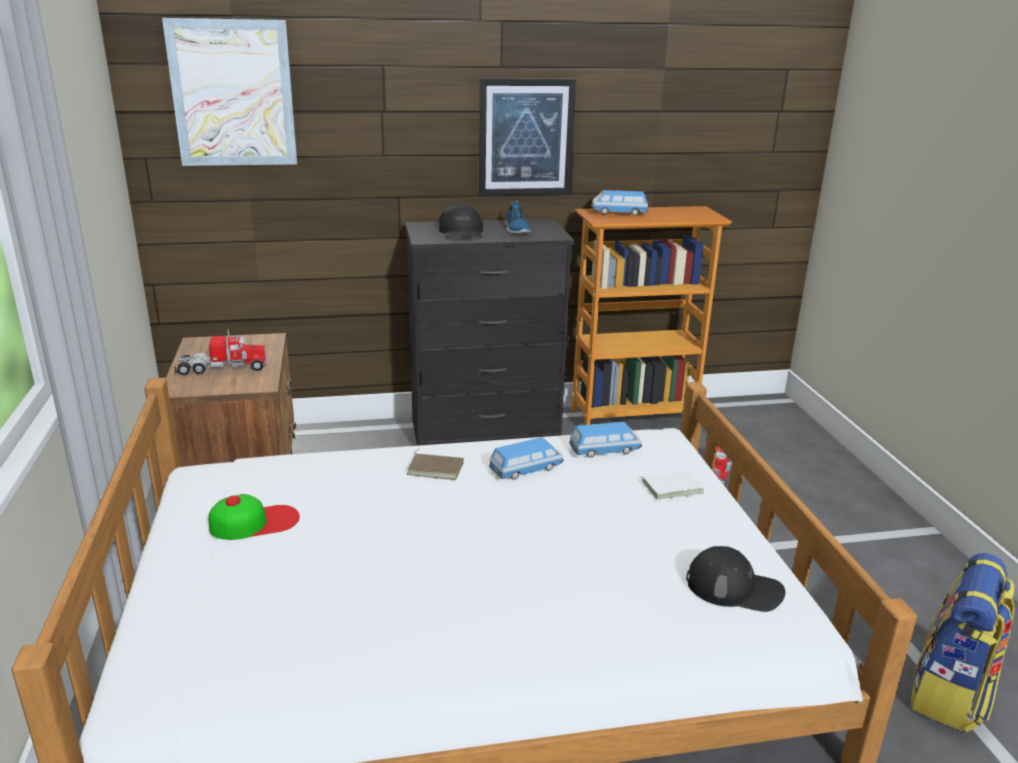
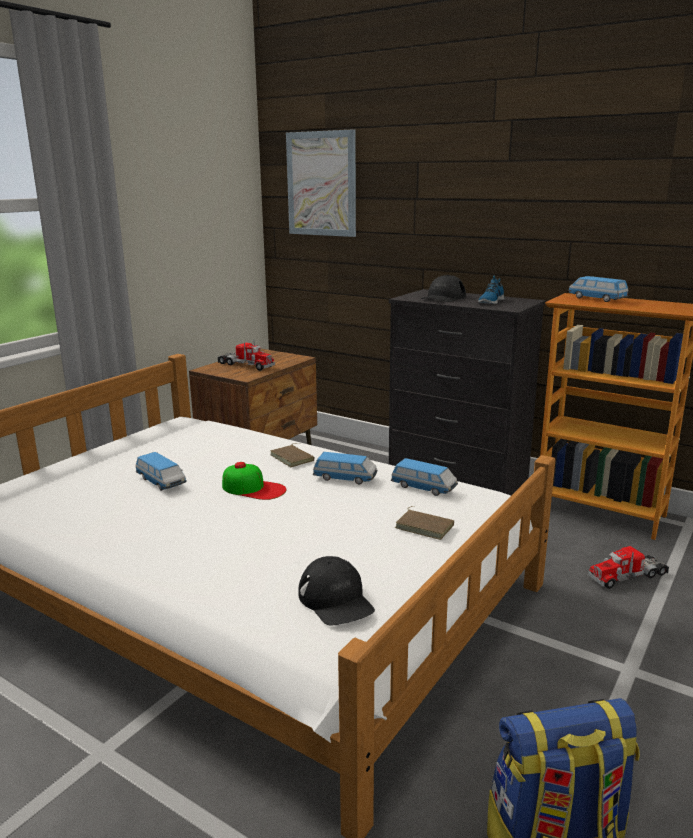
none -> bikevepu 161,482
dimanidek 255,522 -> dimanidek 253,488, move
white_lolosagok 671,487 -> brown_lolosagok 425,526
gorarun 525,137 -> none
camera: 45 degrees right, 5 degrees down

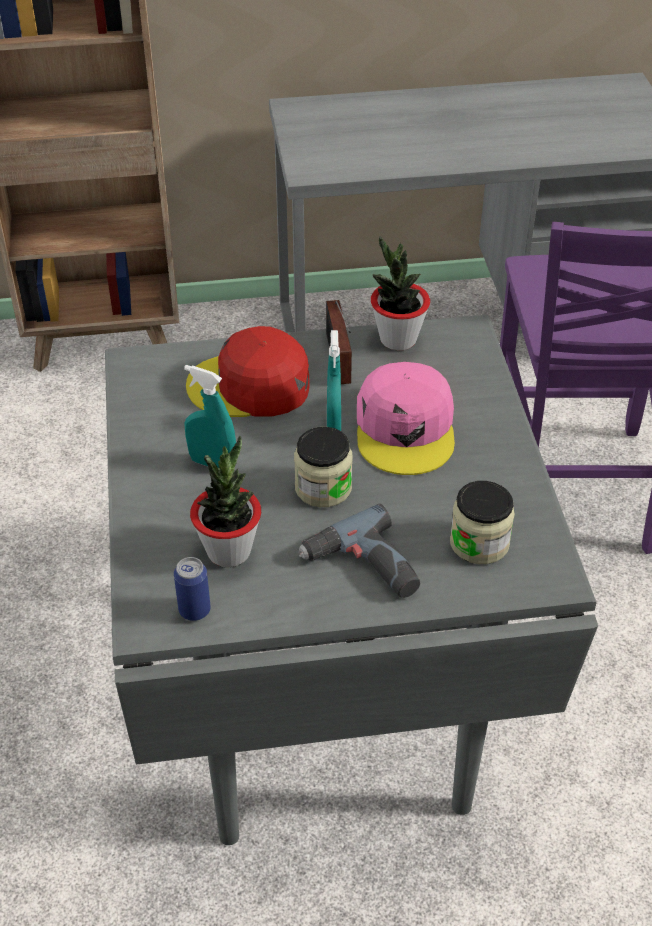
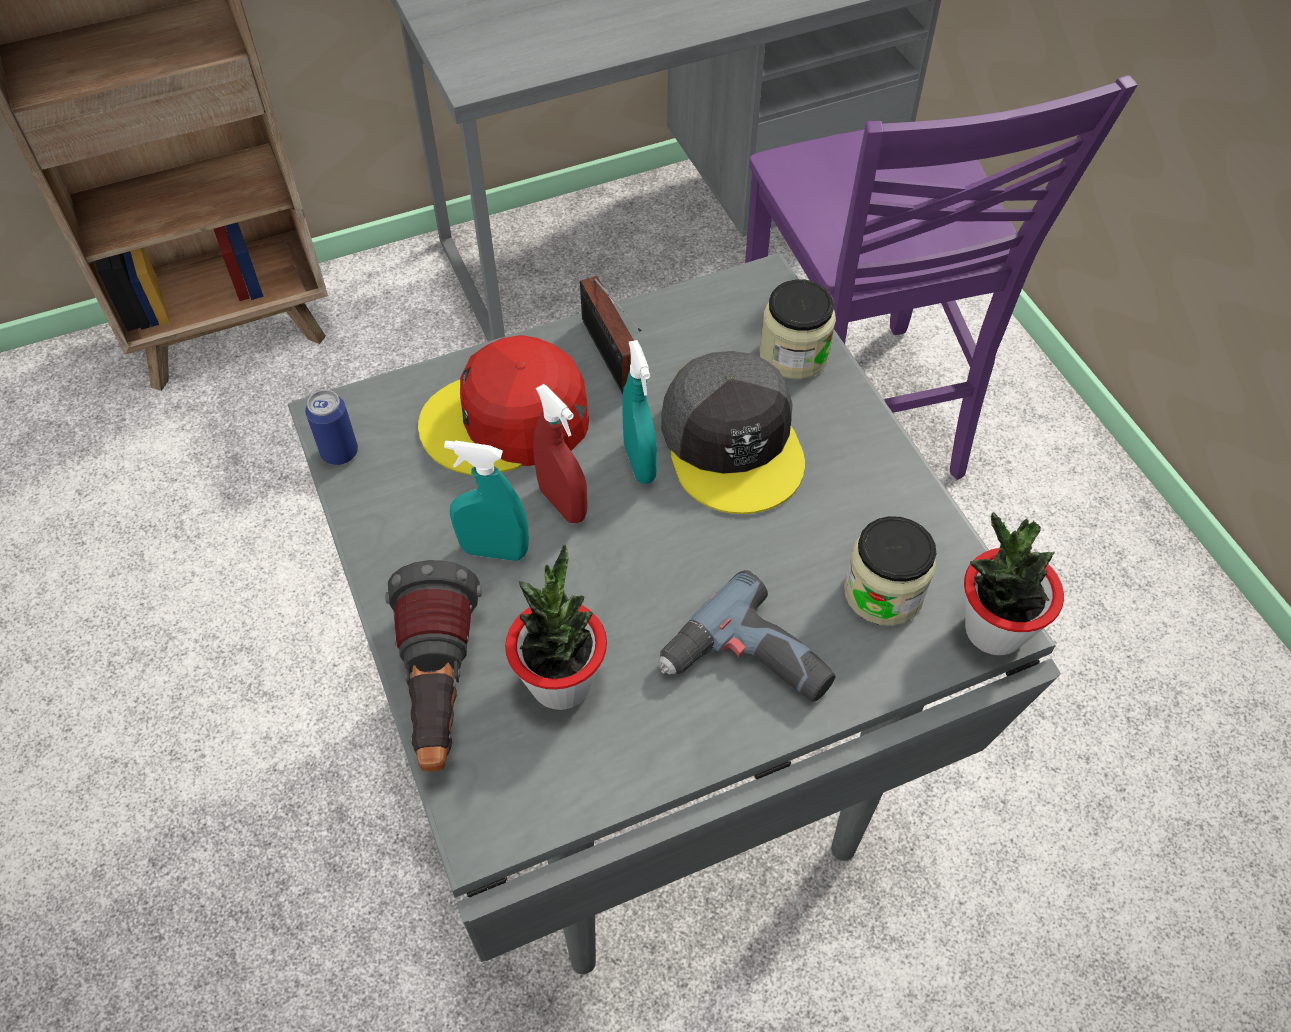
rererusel 194,610 -> rererusel 339,452, move
none -> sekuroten 439,690
none -> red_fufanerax 563,503
pink_dimanidek 405,428 -> grey_dimanidek 733,442
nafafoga 323,488 -> nafafoga 794,354, move
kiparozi 397,339 -> kiparozi 993,630, move
camera: 15 degrees left, 10 degrees up

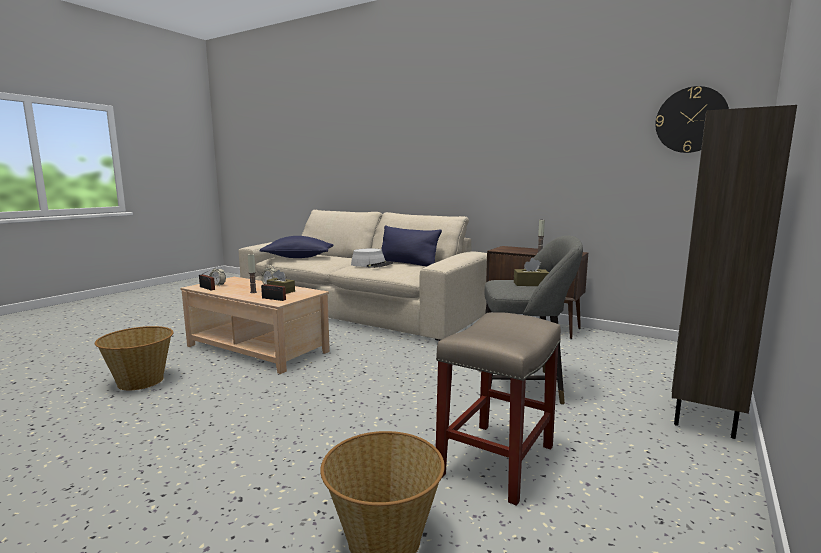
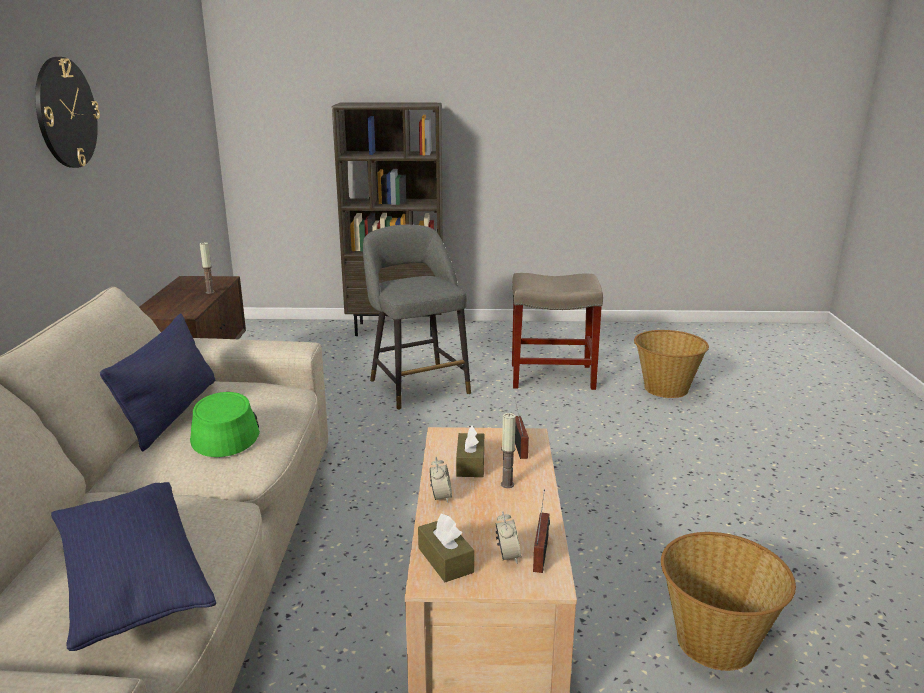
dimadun 691,120 -> dimadun 66,113, move
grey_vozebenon 372,264 -> green_vozebenon 225,432
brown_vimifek 530,284 -> brown_vimifek 445,560, move
camera: 120 degrees left, 10 degrees up

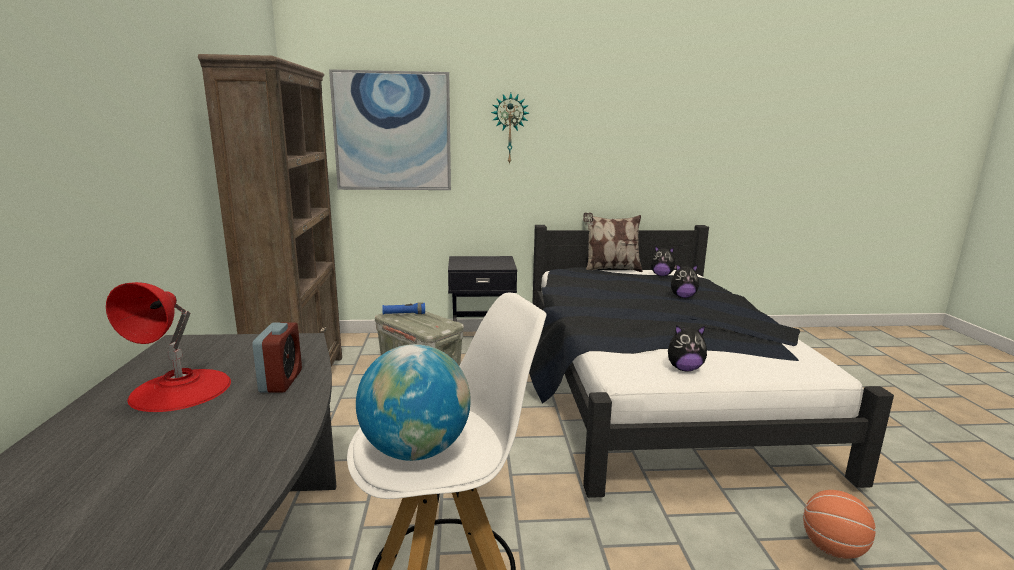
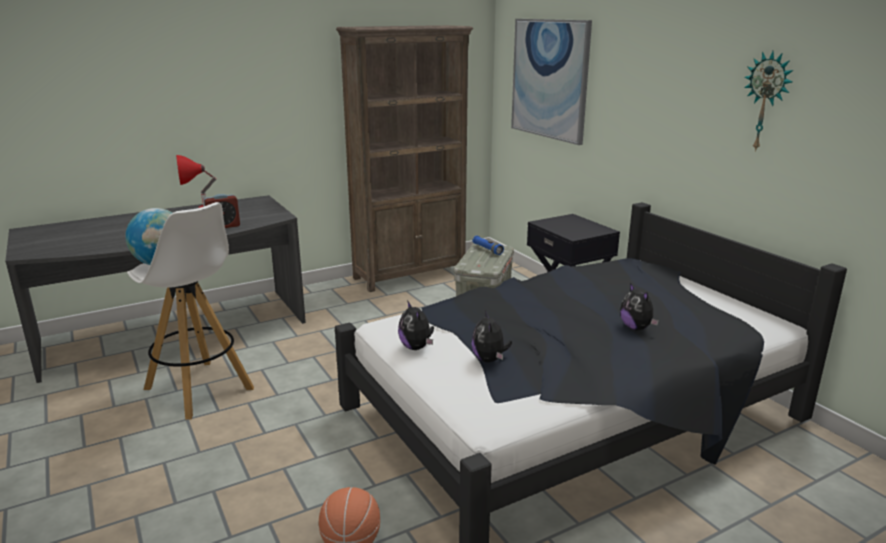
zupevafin 661,275 -> zupevafin 489,360, move
dimadun 509,129 -> dimadun 766,101, move
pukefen 611,269 -> none
camera: 65 degrees right, 5 degrees up

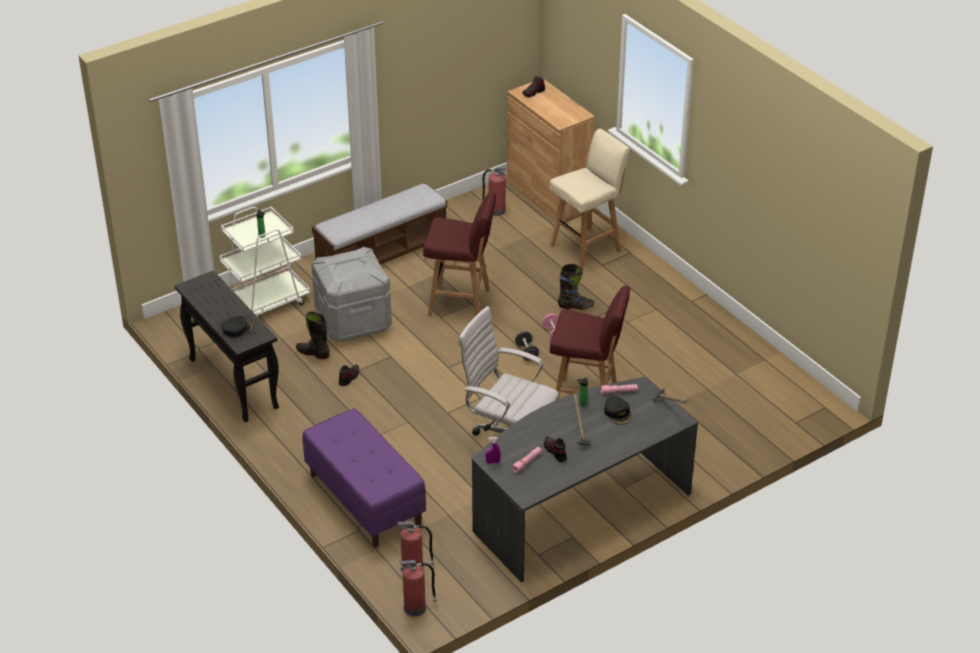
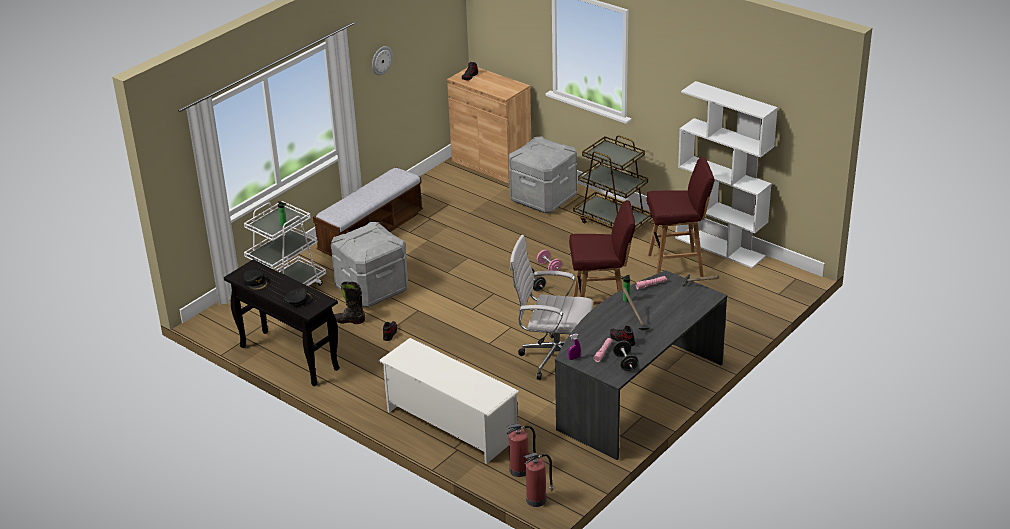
black_dimanidek 618,413 -> black_dimanidek 255,282, move
none -> dimadun 381,60
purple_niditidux 364,499 -> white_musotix 450,425
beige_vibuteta 587,248 -> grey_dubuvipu 544,198
none -> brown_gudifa 612,221
none -> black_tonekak 625,363
red_vibuteta 461,303 -> red_vibuteta 677,265, move
none -> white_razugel 720,247
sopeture 496,210 -> none
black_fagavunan 576,306 -> none
camera: 15 degrees left, 5 degrees down

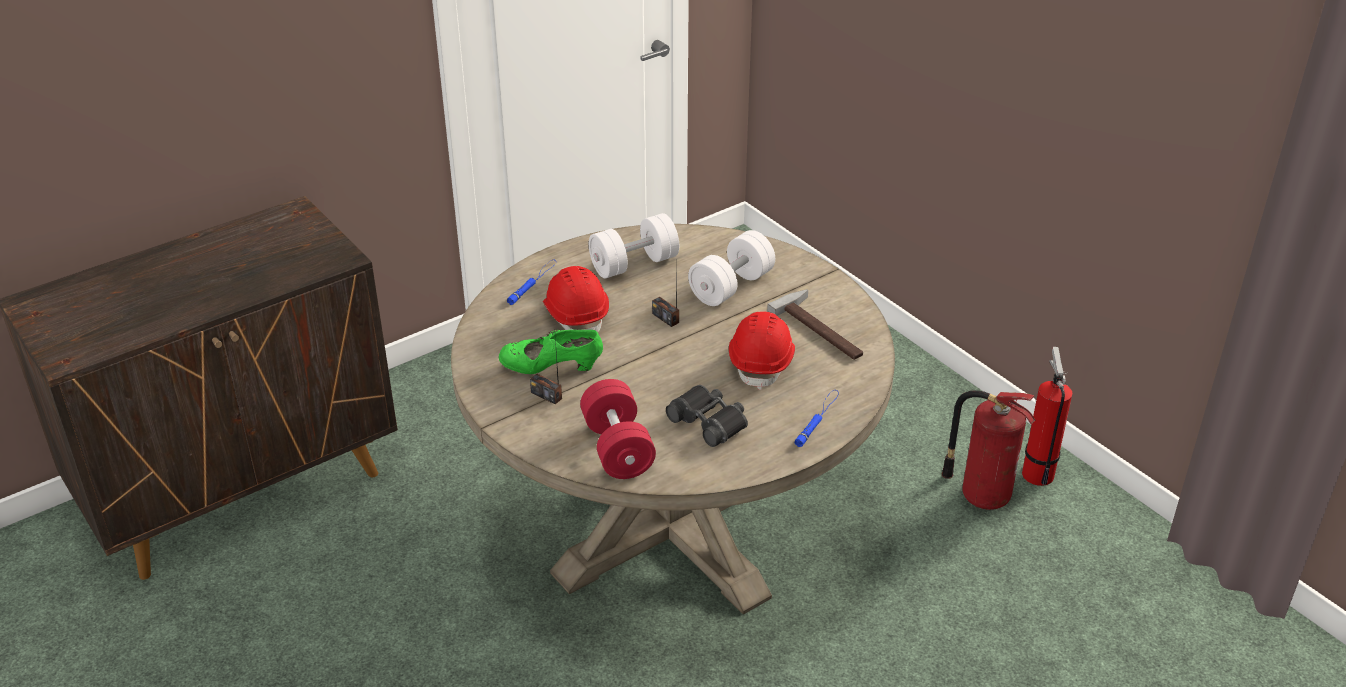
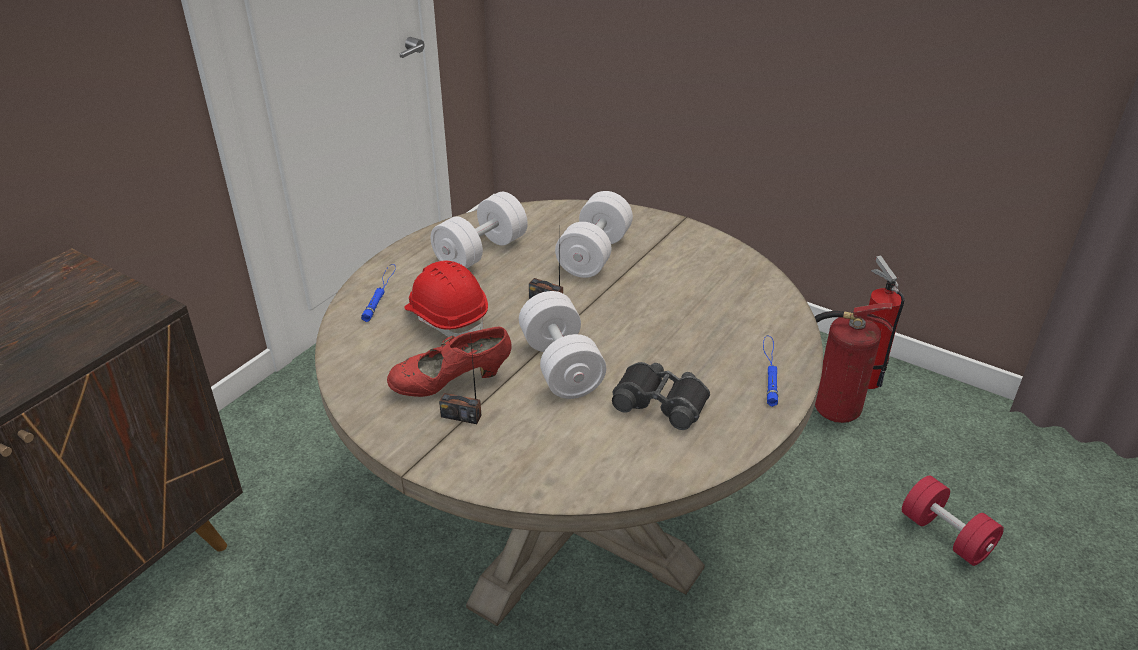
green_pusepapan 551,369 -> red_pusepapan 451,383
none -> white_tonekak 561,366
red_tonekak 617,448 -> red_tonekak 945,535, move
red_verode 762,362 -> none
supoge 823,329 -> none
camera: 20 degrees left, 0 degrees up

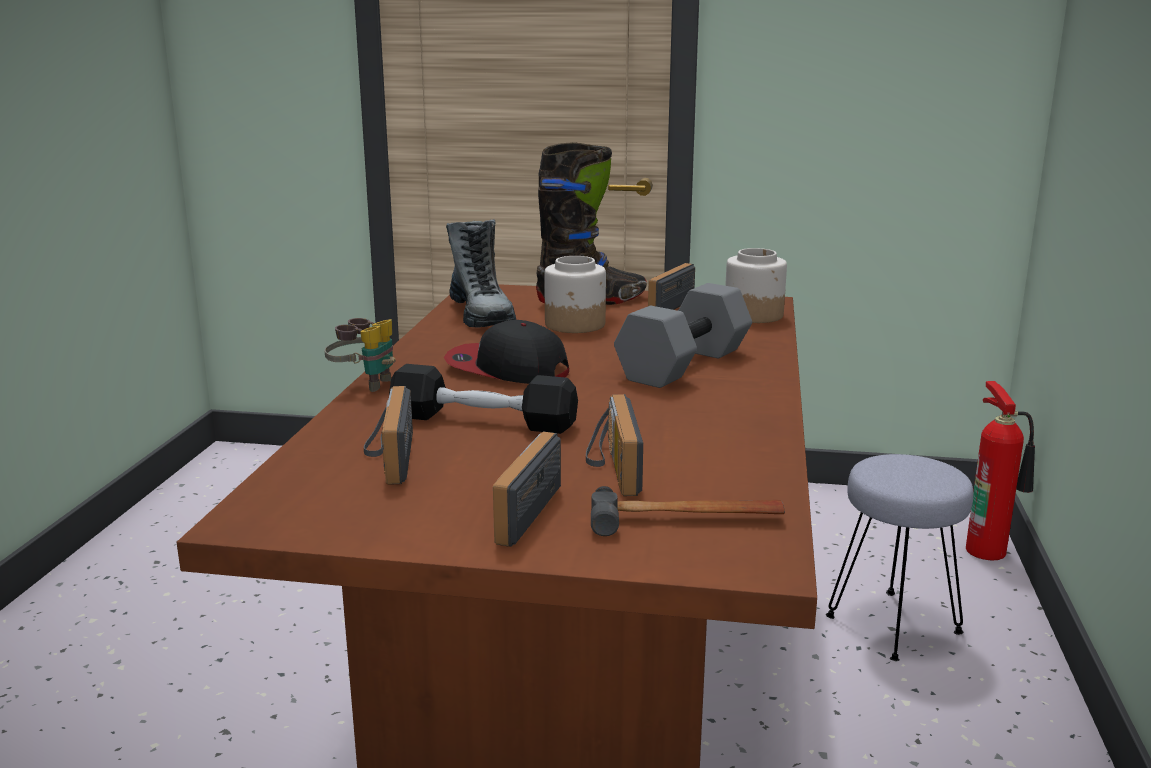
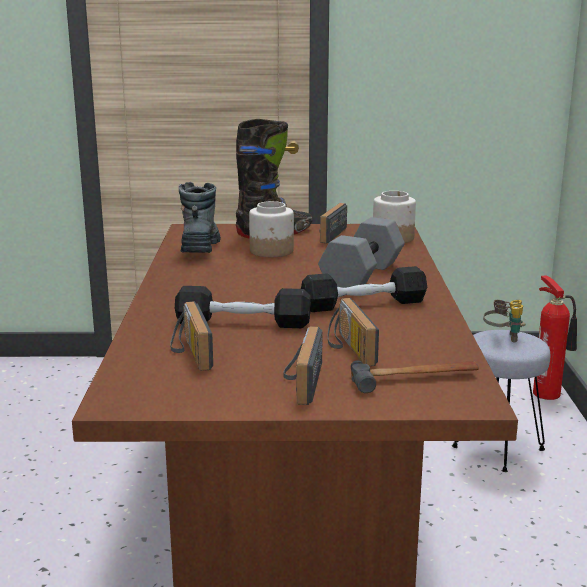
fagavunan 481,315 -> fagavunan 200,247, 150 degrees counterclockwise
none -> black_tonekak 364,304
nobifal 364,384 -> nobifal 502,338, move
dimanidek 506,369 -> none
camera: 10 degrees left, 0 degrees up

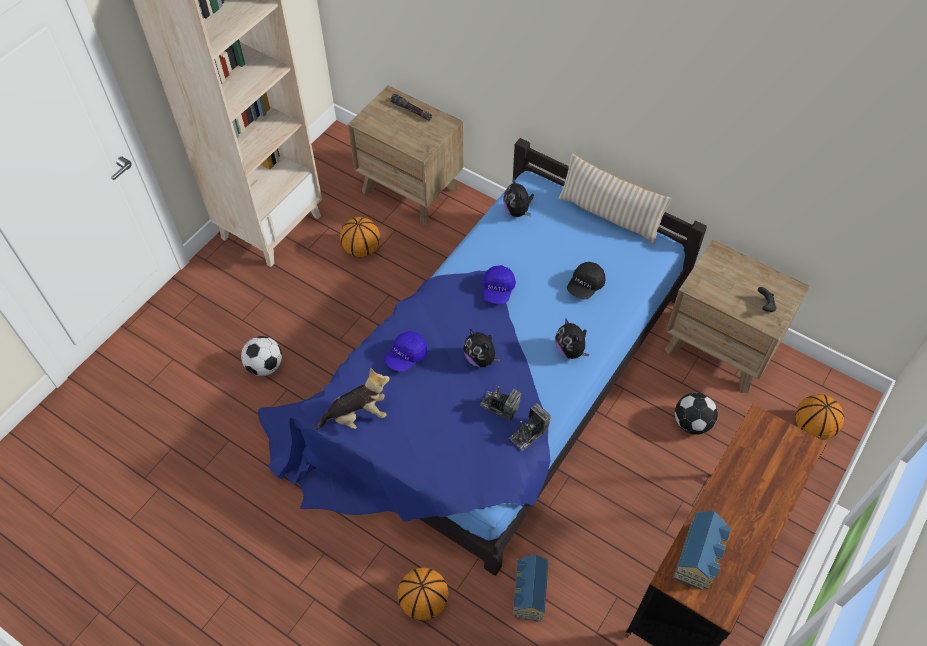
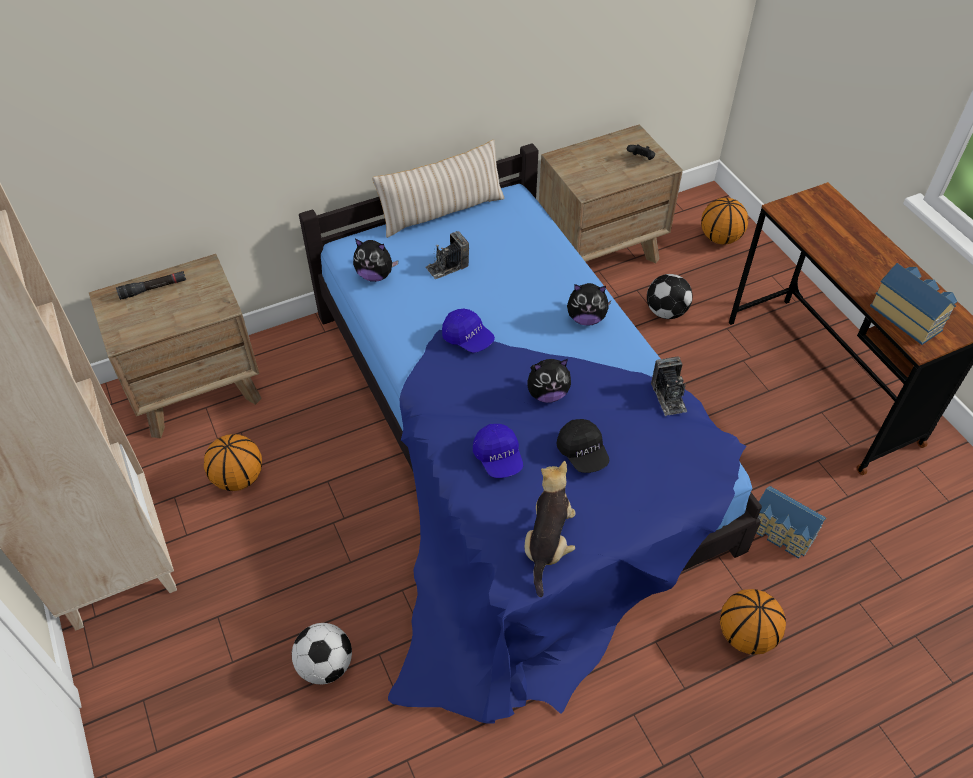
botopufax 499,406 -> botopufax 447,266, move
black_dimanidek 585,286 -> black_dimanidek 583,453, move
camera: 60 degrees left, 5 degrees down

